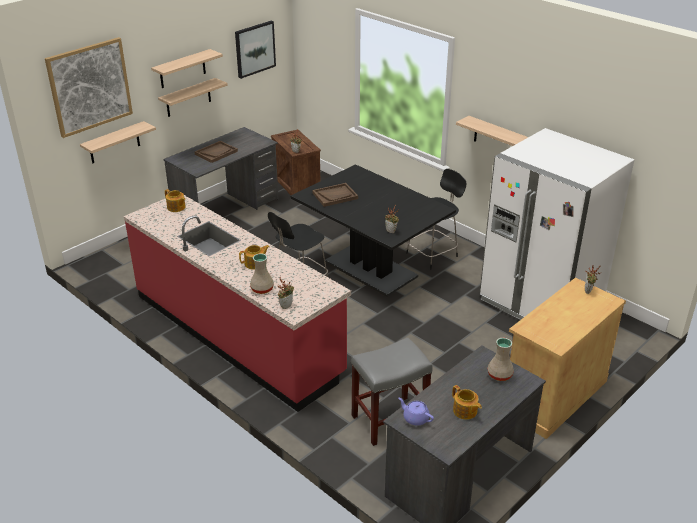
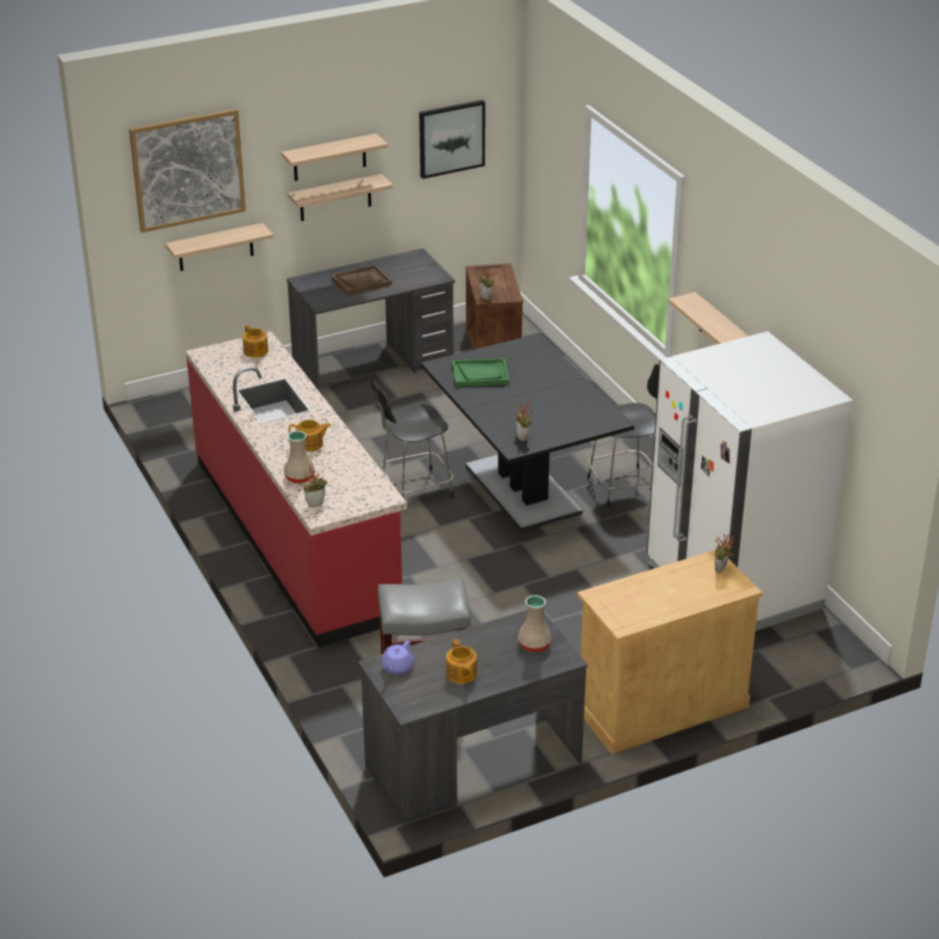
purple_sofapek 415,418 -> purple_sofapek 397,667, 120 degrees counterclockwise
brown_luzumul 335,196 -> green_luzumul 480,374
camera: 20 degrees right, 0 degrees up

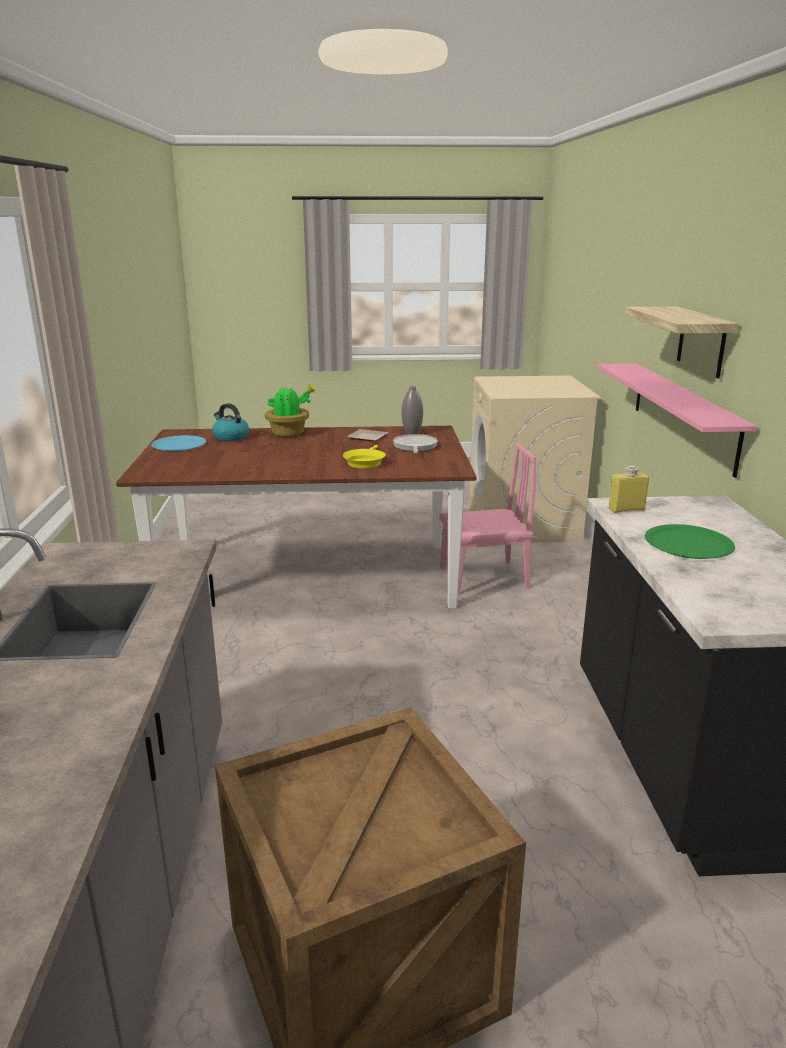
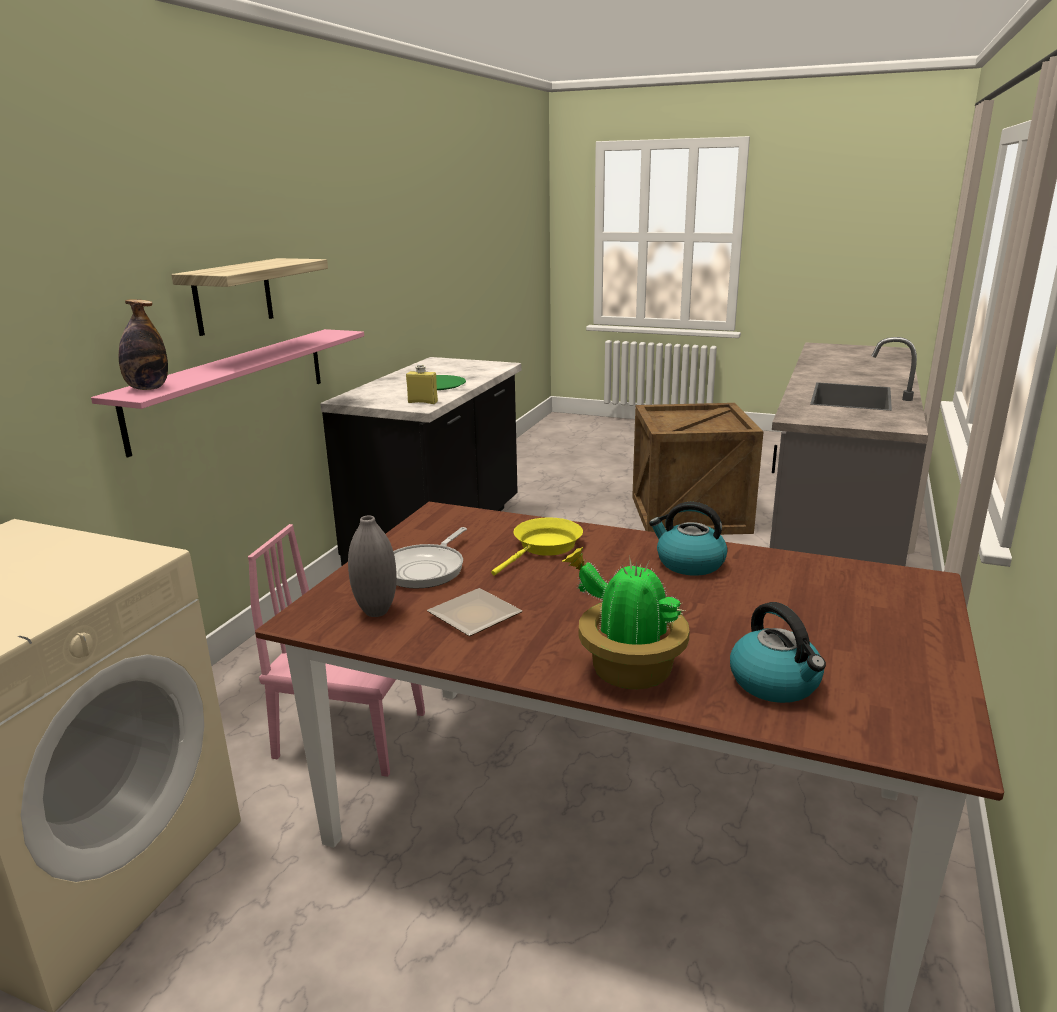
none -> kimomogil 148,388
none -> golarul 689,563
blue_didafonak 179,445 -> none
camera: 155 degrees left, 0 degrees up

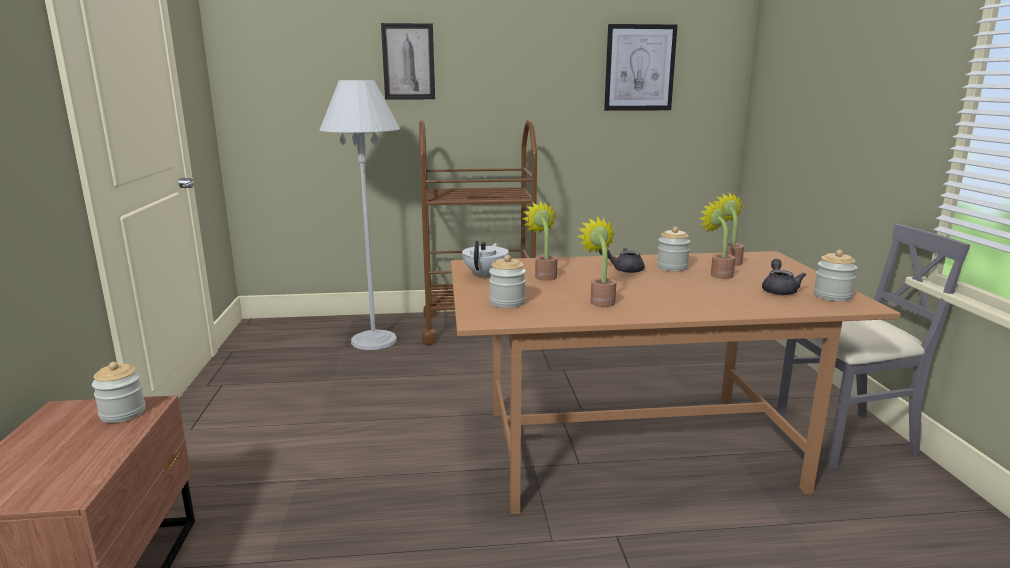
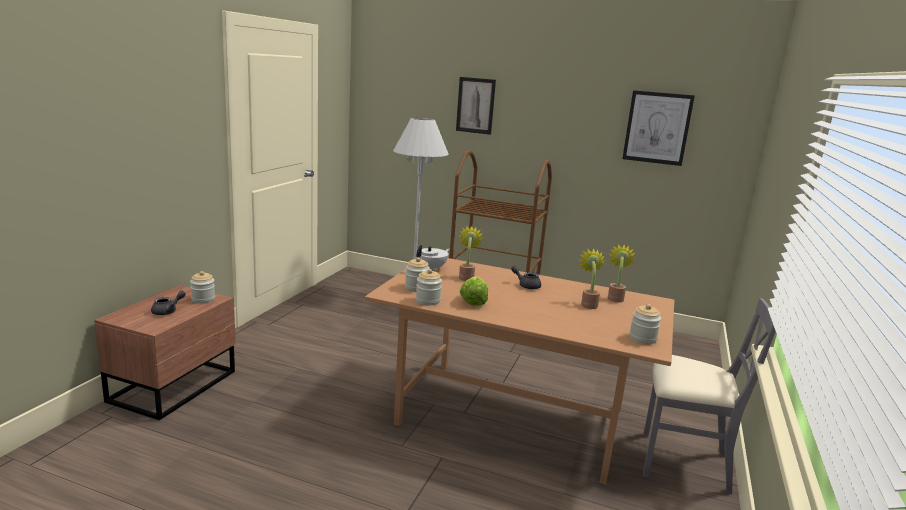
grey_sofapek 779,290 -> grey_sofapek 168,311, move
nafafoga 672,267 -> nafafoga 428,301, move
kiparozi 600,301 -> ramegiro 473,301
camera: 25 degrees right, 0 degrees up

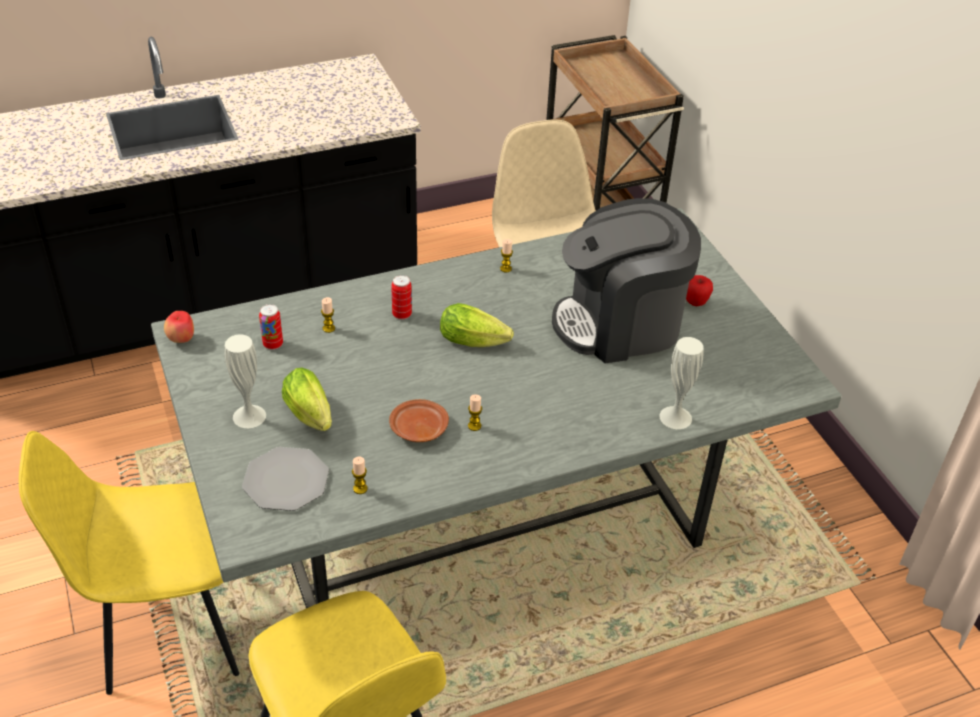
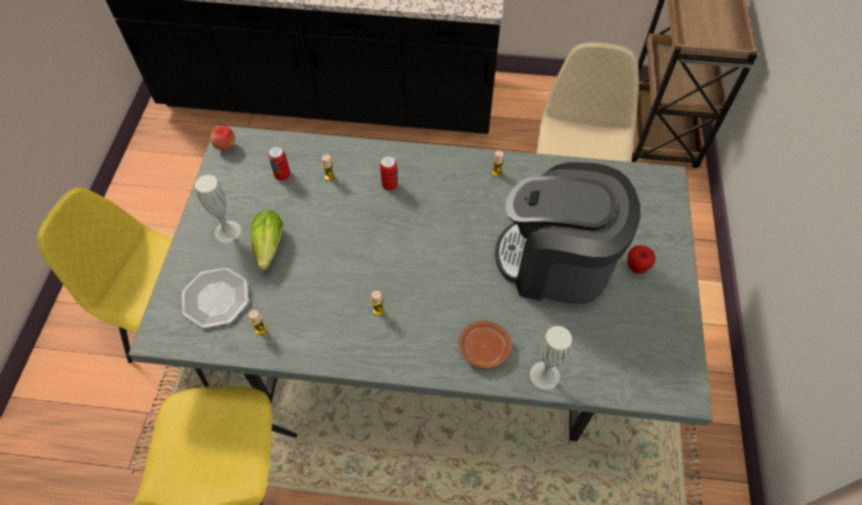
brown_didafonak 418,429 -> brown_didafonak 483,348, move
ramegiro 476,341 -> none
camera: 30 degrees right, 15 degrees up

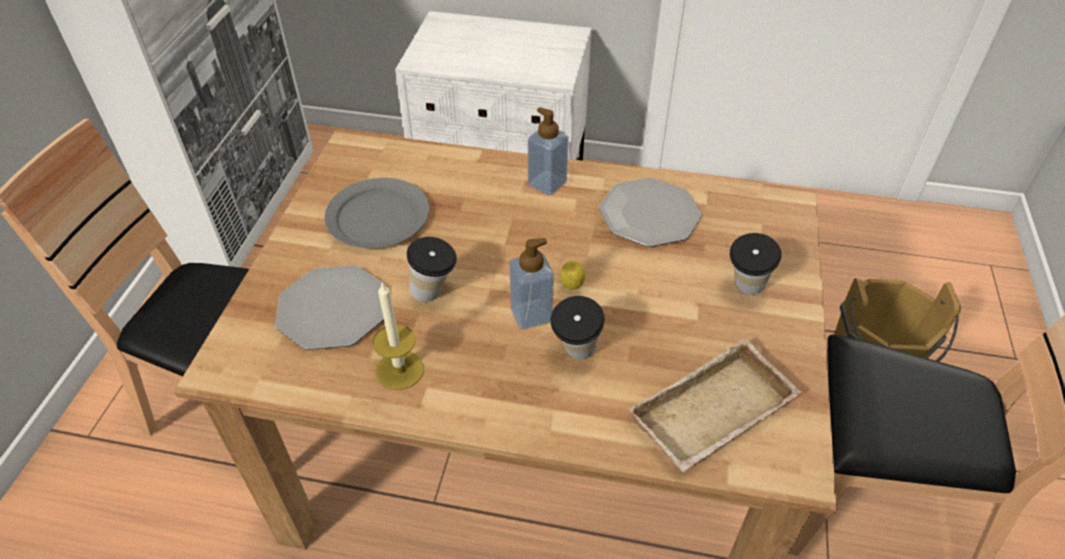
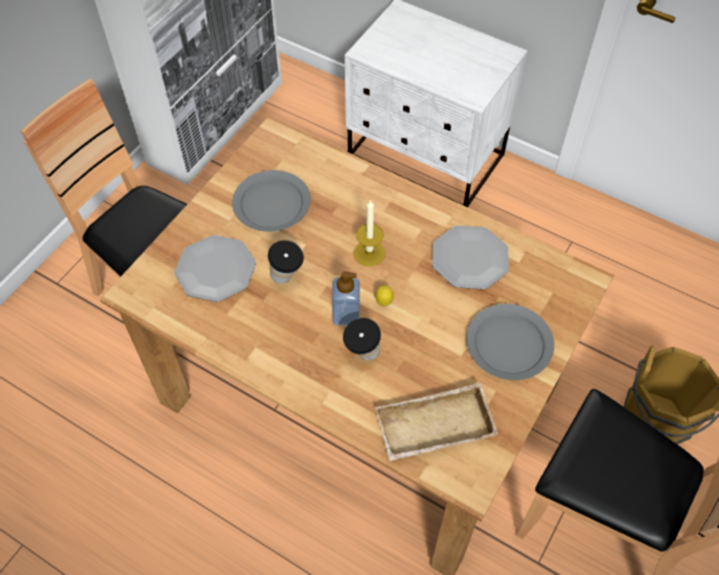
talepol 400,370 -> talepol 369,253, move
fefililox 745,290 -> grey_didafonak 508,343
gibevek 547,183 -> none
camera: 20 degrees right, 10 degrees up

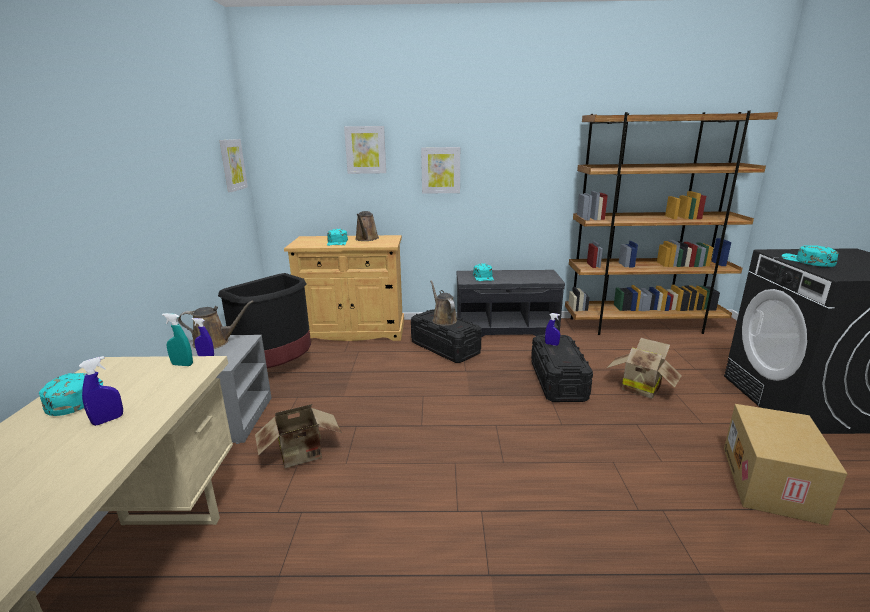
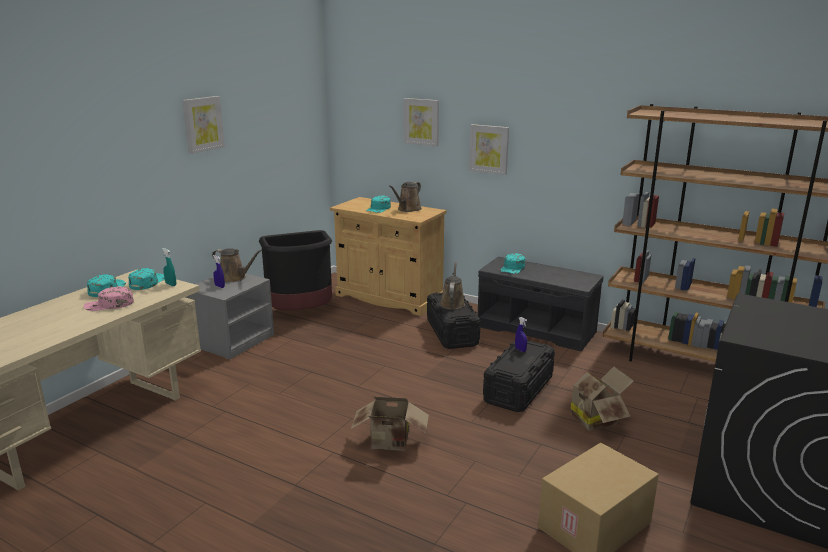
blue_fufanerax 108,420 -> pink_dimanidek 109,305
turquoise_dimanidek 807,261 -> turquoise_dimanidek 147,283, move
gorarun 232,165 -> gorarun 203,124, move
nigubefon 302,456 -> nigubefon 391,443, move
camera: 30 degrees right, 0 degrees up

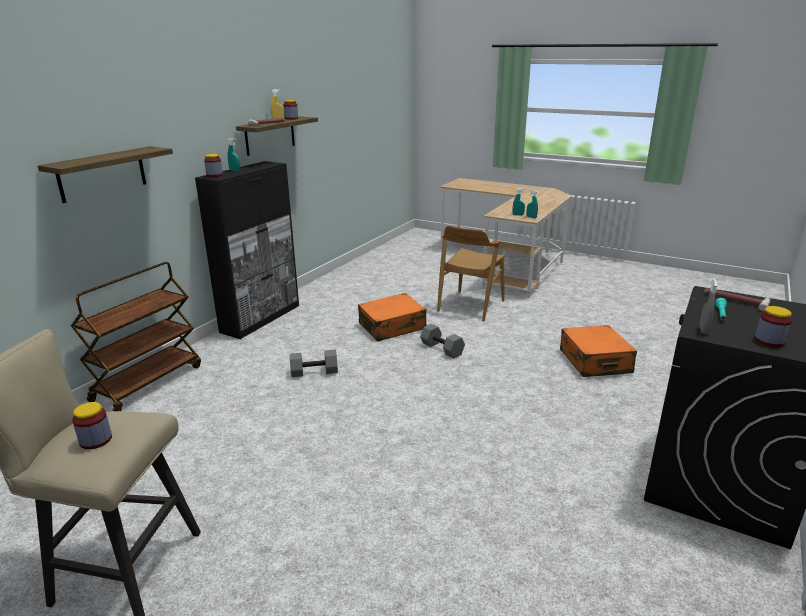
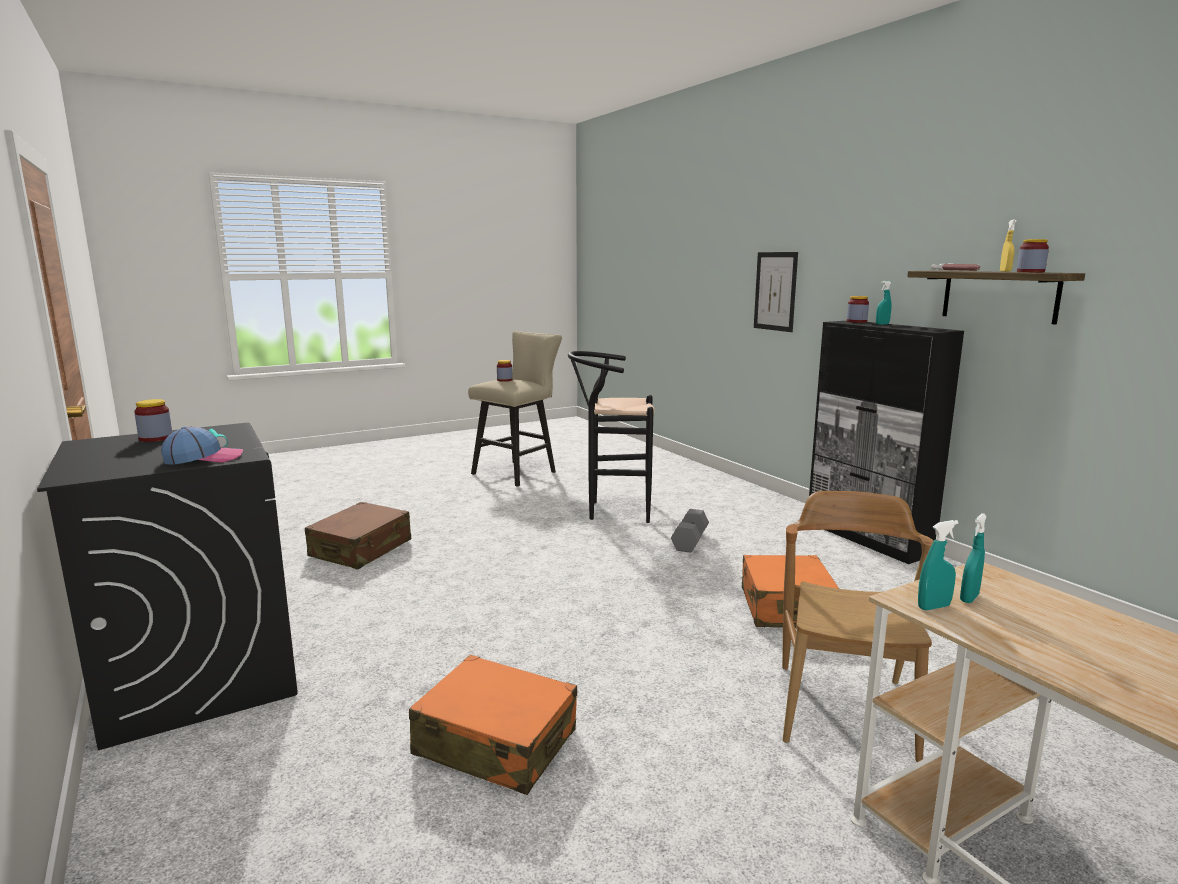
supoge 735,300 -> dimanidek 204,458
none -> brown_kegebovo 361,549
none -> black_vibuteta 612,511
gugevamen 102,174 -> gorarun 775,291
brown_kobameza 470,306 -> brown_kobameza 845,710, 45 degrees clockwise
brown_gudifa 148,382 -> none
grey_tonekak 442,349 -> none
grey_fufanerax 703,330 -> none
camera: 120 degrees right, 10 degrees down

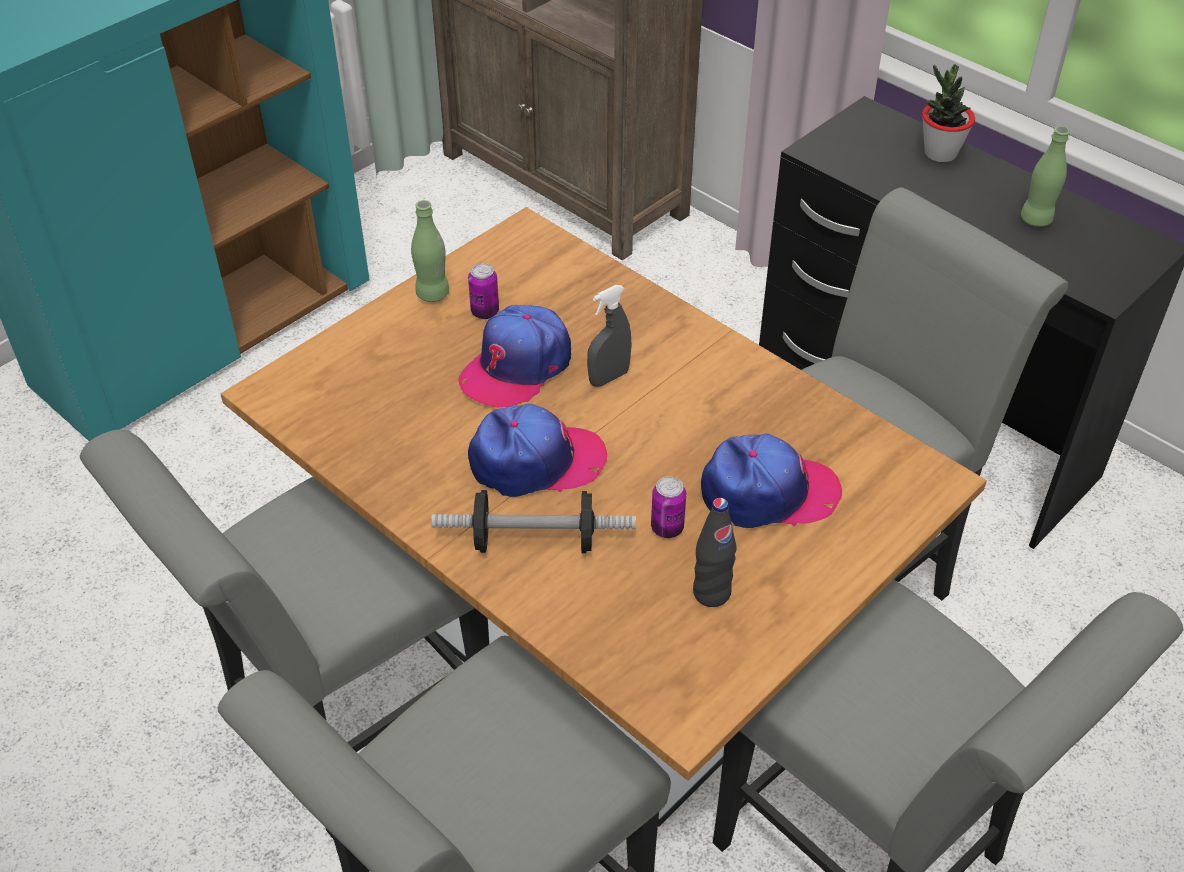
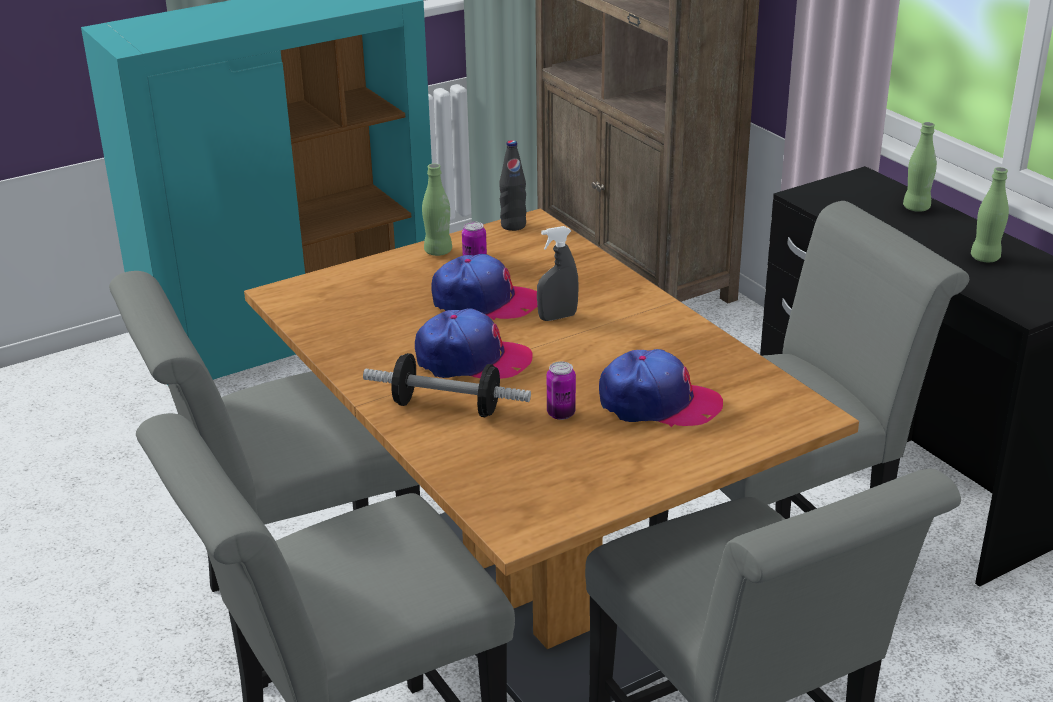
dimanidek 516,367 -> dimanidek 484,302, 135 degrees counterclockwise
black_kimomogil 711,593 -> black_kimomogil 513,225, move
kiparozi 940,153 -> green_kimomogil 916,208
camera: 15 degrees right, 15 degrees down

